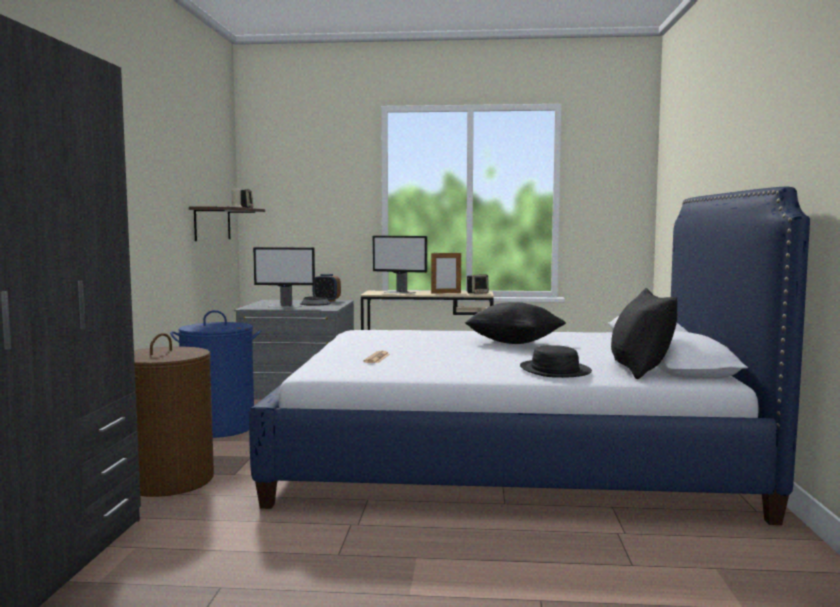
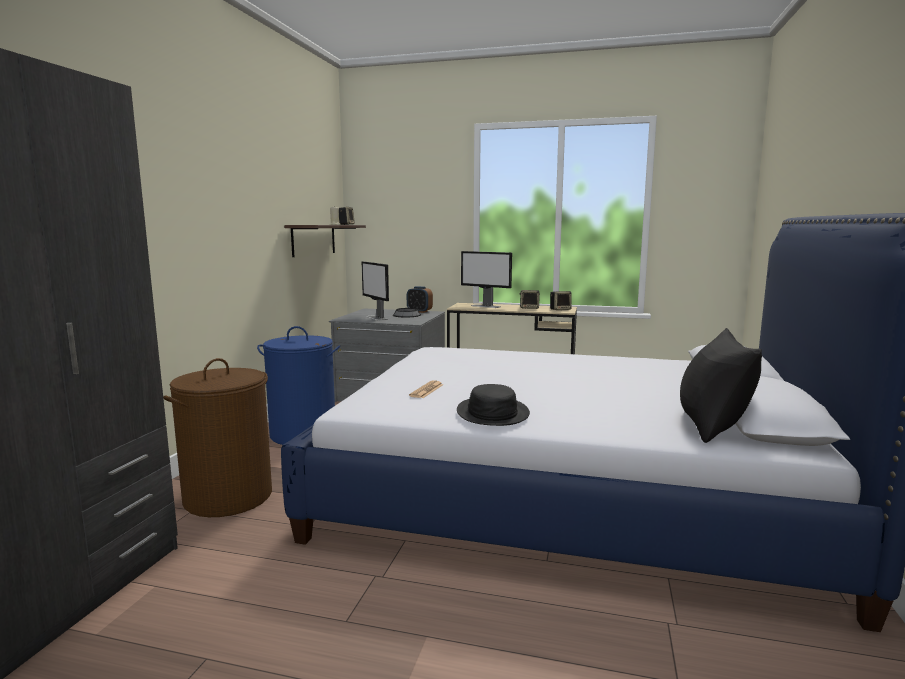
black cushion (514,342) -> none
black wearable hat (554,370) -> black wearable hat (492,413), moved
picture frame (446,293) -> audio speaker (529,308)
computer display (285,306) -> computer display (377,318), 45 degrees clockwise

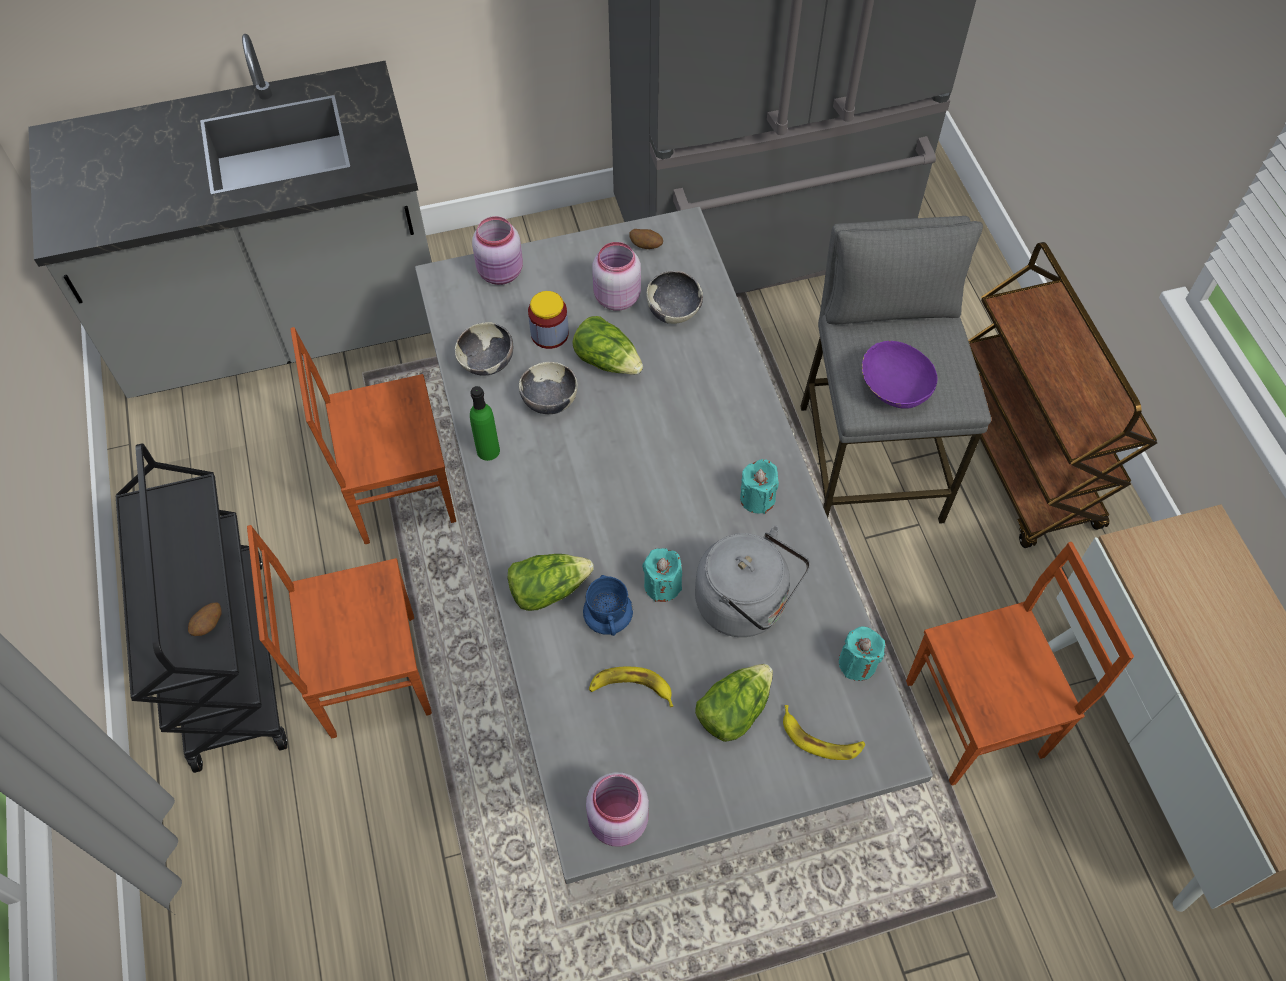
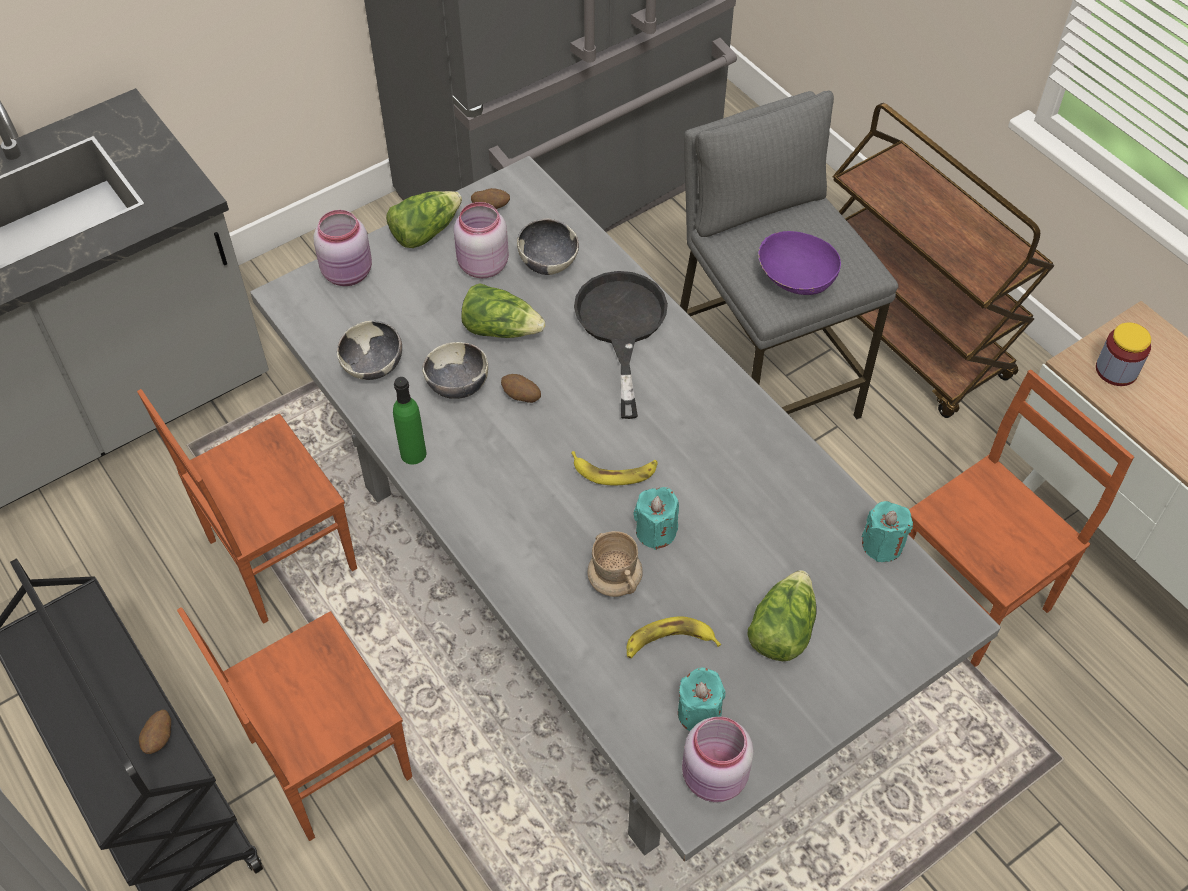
gray tea kettle (746,604) -> none
none -> whole potato (521,397)
none -> black pan (621,327)
head of lettuce (548,589) -> head of lettuce (425,231), moved
jar (549,334) -> jar (1116,370), moved
turquoise-coloured wax candle (757,498) -> turquoise-coloured wax candle (699,713), moved
whole banana (821,738) -> whole banana (614,471), moved
blue-coloured tea mug (608,618) -> sand-coloured tea mug (615,581)

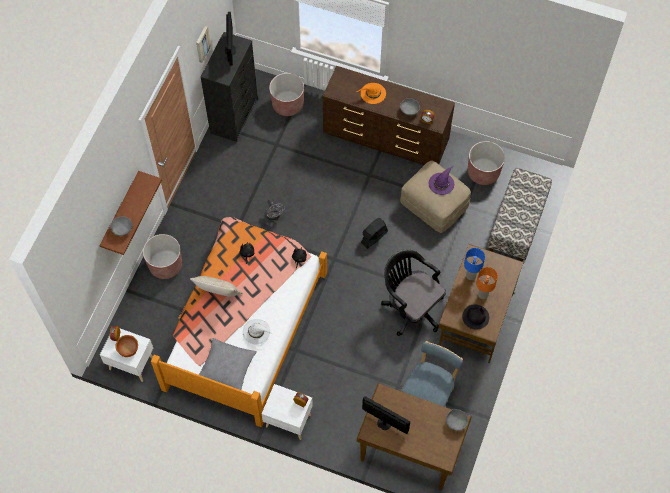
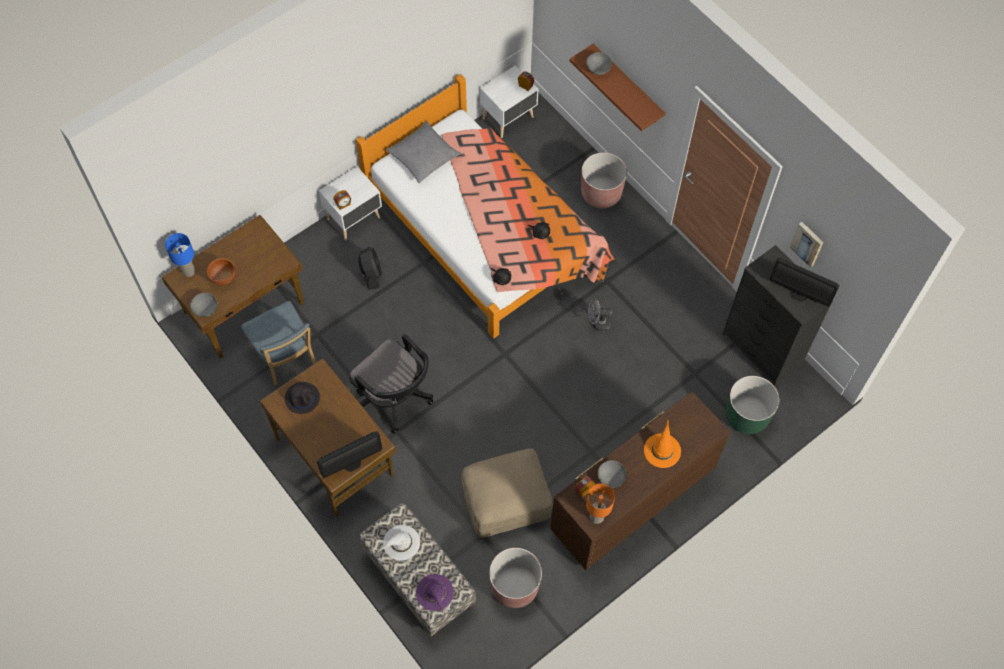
sand-coloured cushion (218,295) -> none
brownish deep dish (128,350) -> brownish deep dish (223,278), moved
white-coloured wearable hat (256,331) -> white-coloured wearable hat (401,543), moved
black fan (374,237) -> black fan (371,273), moved
computer display (384,423) -> computer display (351,463), moved
purple-coloured wearable hat (441,183) -> purple-coloured wearable hat (435,593), moved
blue-coloured tabletop lamp (471,275) -> blue-coloured tabletop lamp (188,271), moved
orange-coloured tabletop lamp (483,294) -> orange-coloured tabletop lamp (597,517), moved
brownish flower pot (287,104) -> green-coloured flower pot (747,415)
black office chair (410,307) -> black office chair (395,398), 60 degrees clockwise

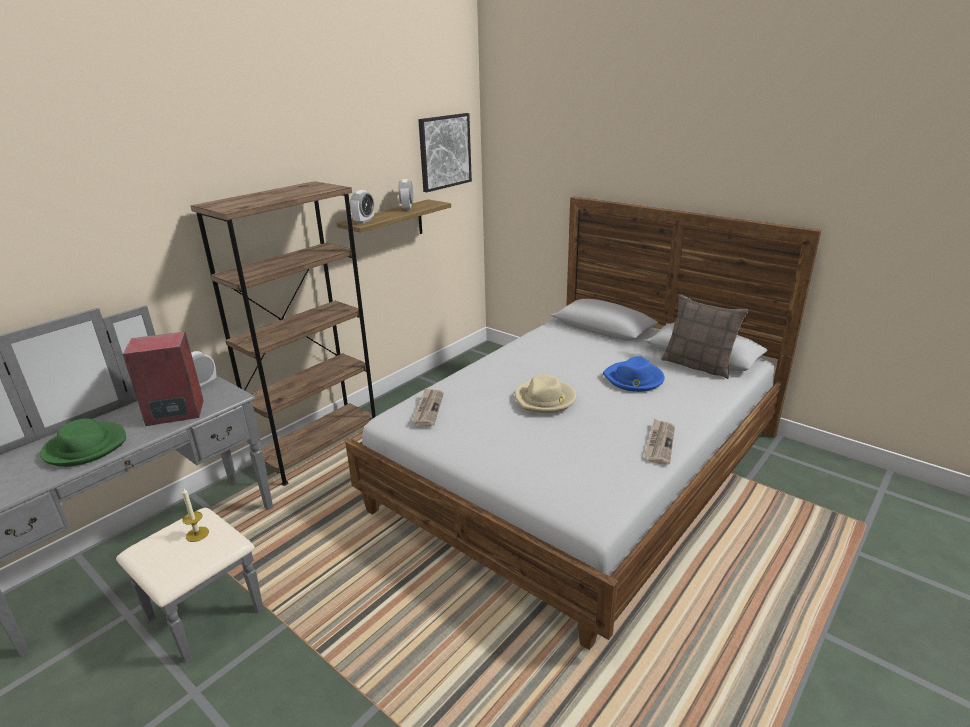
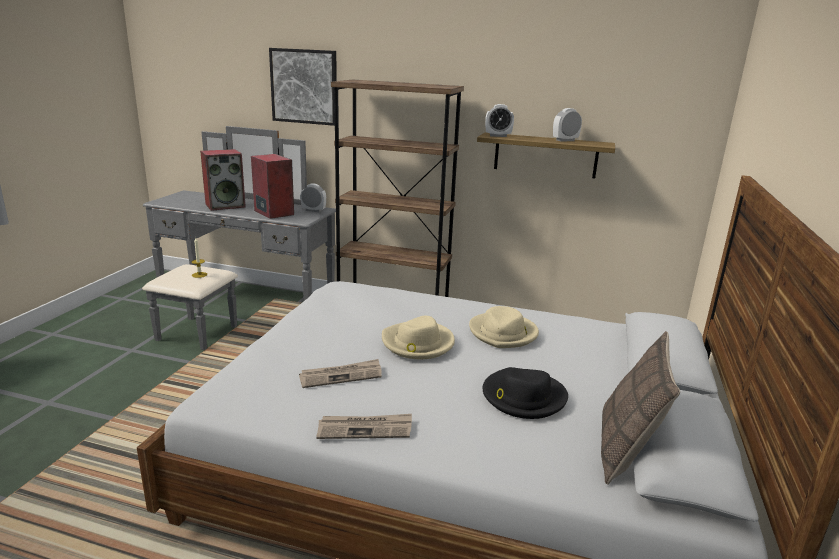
none -> sand-coloured wearable hat (503,333)
daily paper (428,408) -> daily paper (341,376), moved
wall picture (444,152) -> wall picture (304,86), moved
green-coloured wearable hat (86,447) -> audio speaker (225,205)
blue-coloured wearable hat (634,379) -> black wearable hat (523,397)

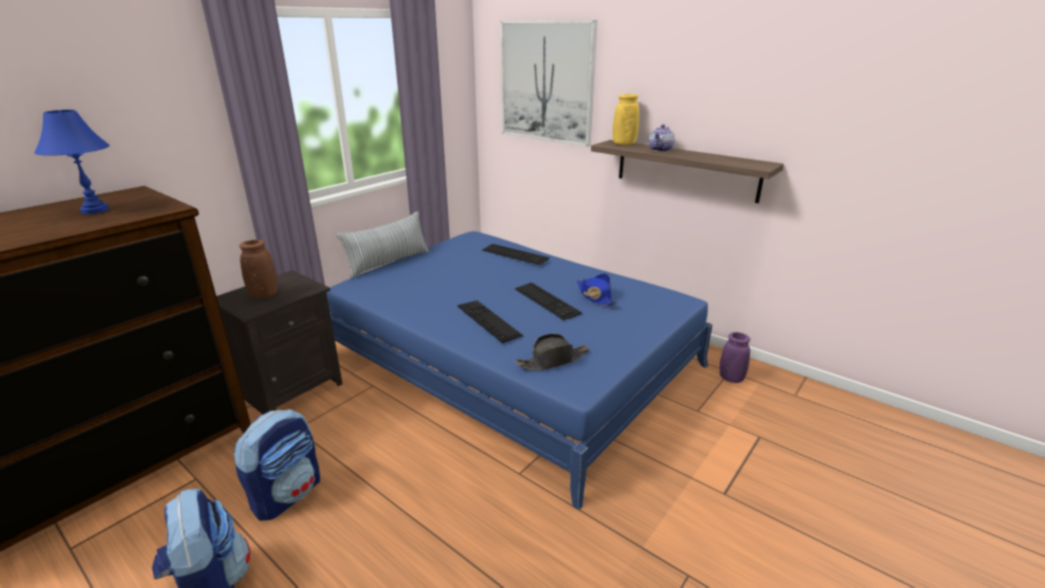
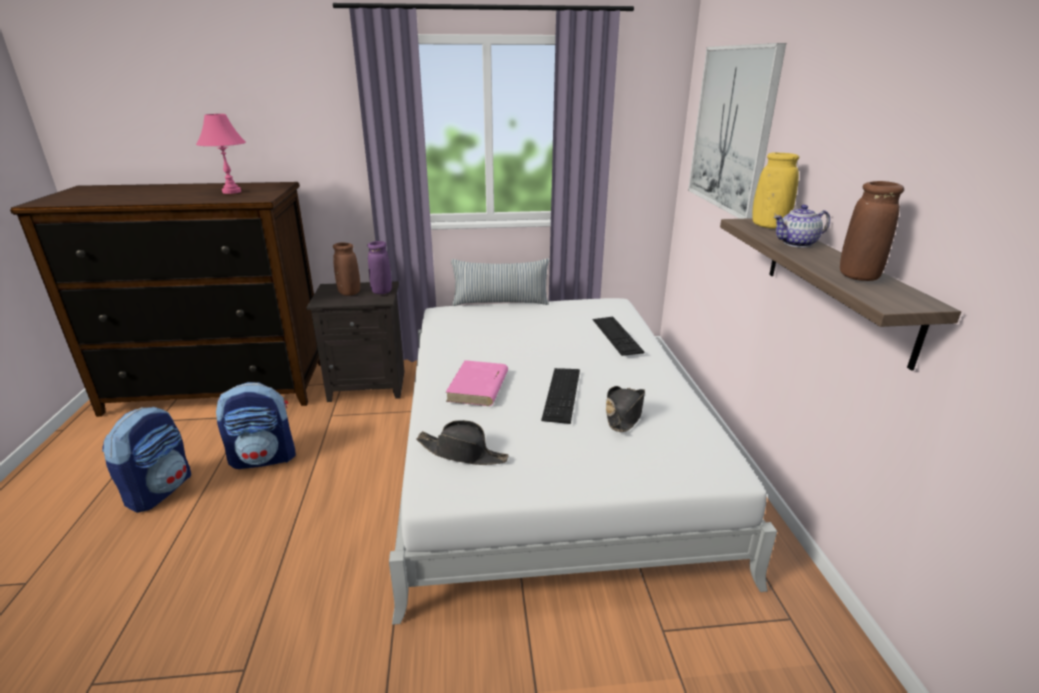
none -> brownish vase (858,277)
purple-coloured vase (731,378) -> purple-coloured vase (382,291), moved
keyboard (488,320) -> pink volume (478,387)
blue-coloured tabletop lamp (95,210) -> pink tabletop lamp (232,192)
blue-coloured bed (512,361) -> white-coloured bed (547,451)
blue-coloured wearable hat (595,296) -> black wearable hat (624,414)

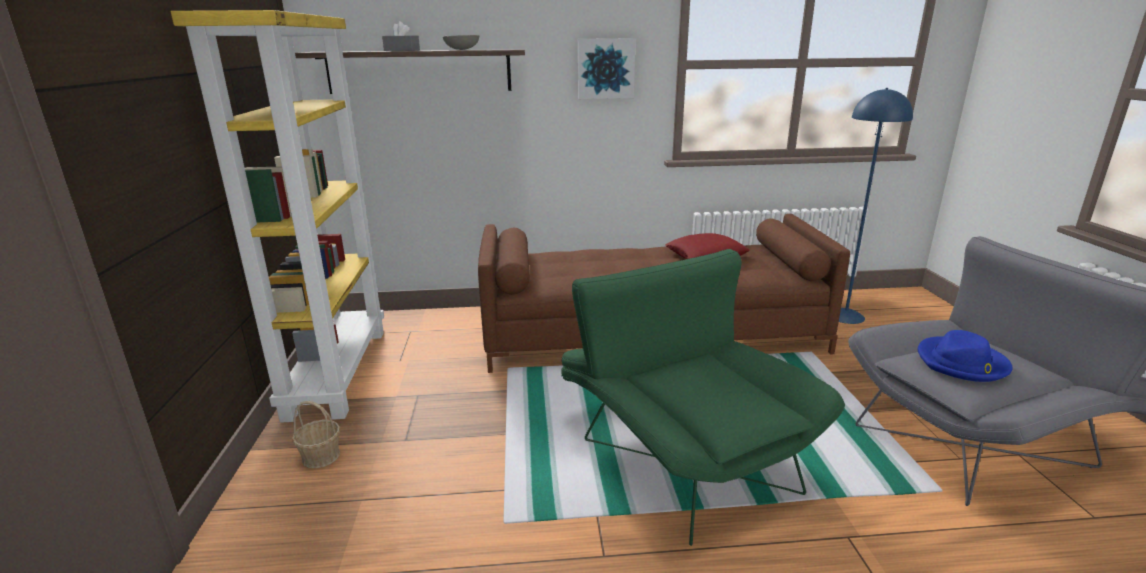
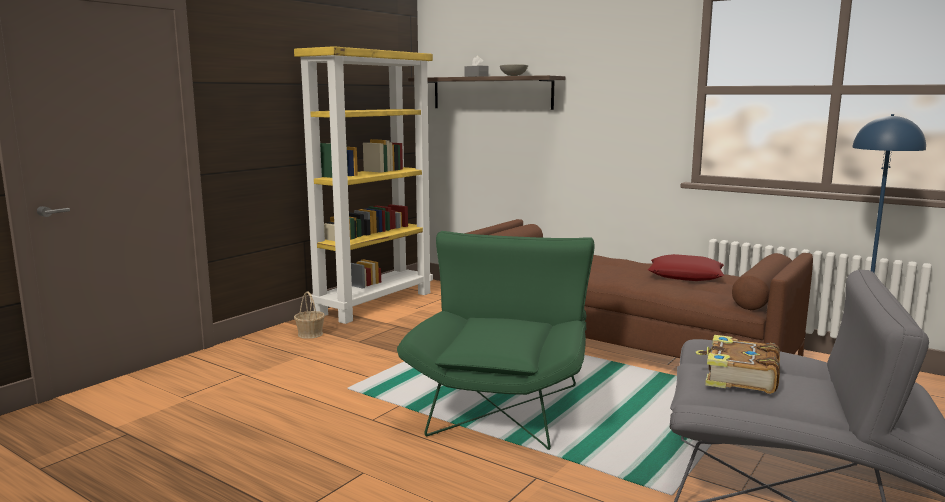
wall picture (605,68) -> none
blue-coloured wearable hat (961,363) -> volume (739,377)

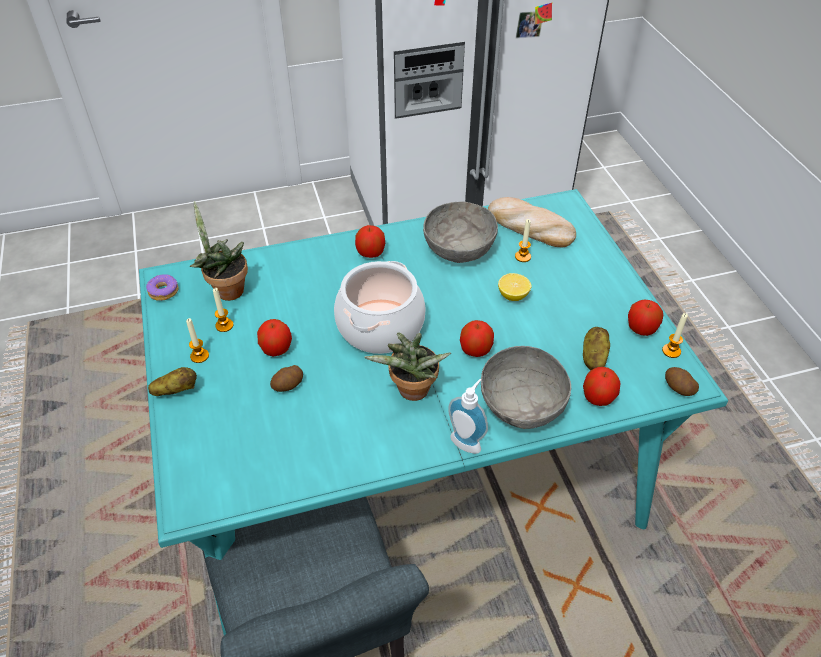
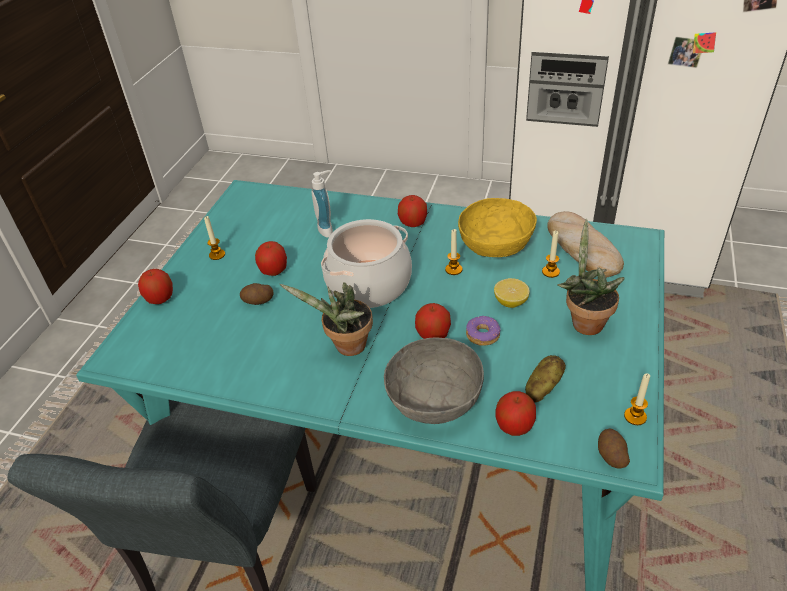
whole potato (176,390) -> none
donut (163,291) -> donut (483,335), moved
plant in a pot (226,290) -> plant in a pot (584,321), moved
wax candle (224,325) -> wax candle (453,269), moved
liquid soap bottle (467,440) -> liquid soap bottle (328,229), moved
whole apple (641,329) -> whole apple (160,299), moved
gray deep dish (459,247) -> yellow-coloured deep dish (495,244)

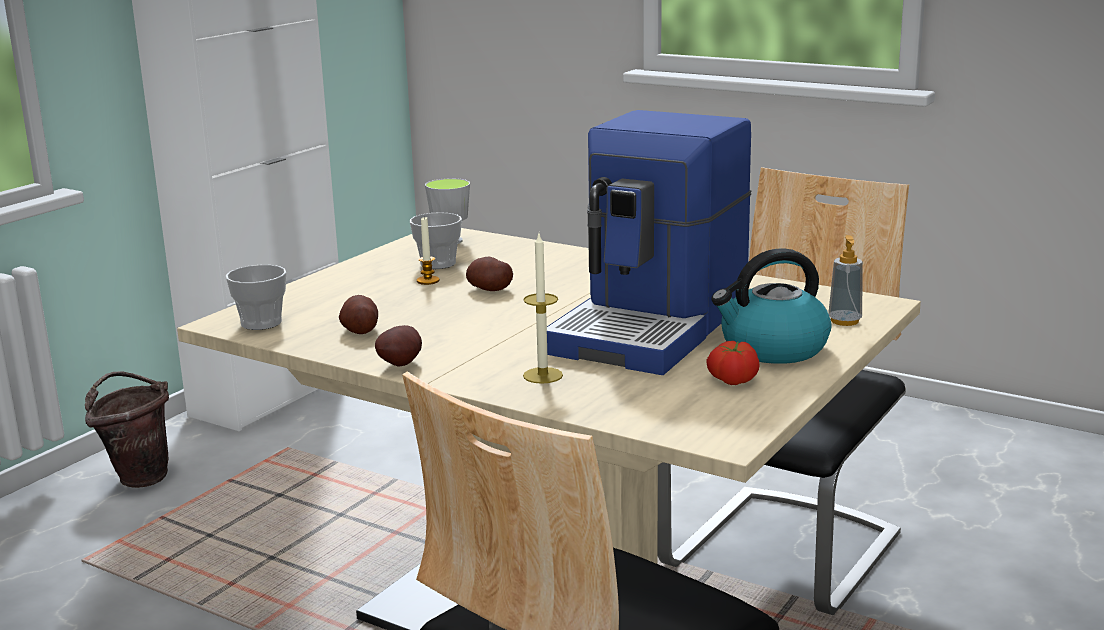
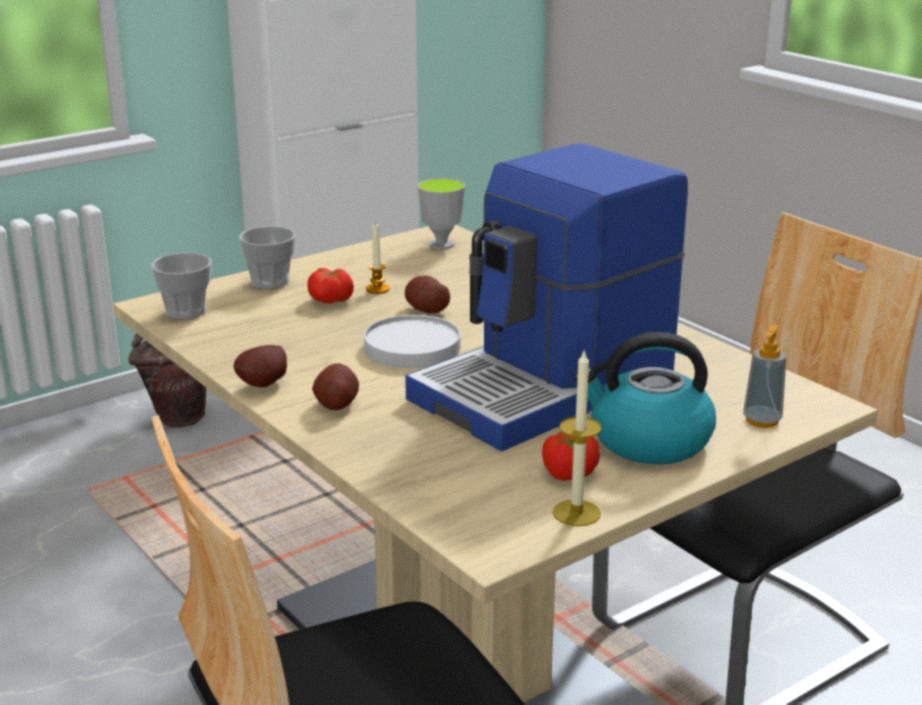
none -> tomato (330,300)
none -> white-coloured dinner plate (413,347)
whole potato (360,330) -> whole potato (336,404), moved
drinking cup (438,263) -> drinking cup (270,282), moved
wax candle (543,375) -> wax candle (576,513), moved

